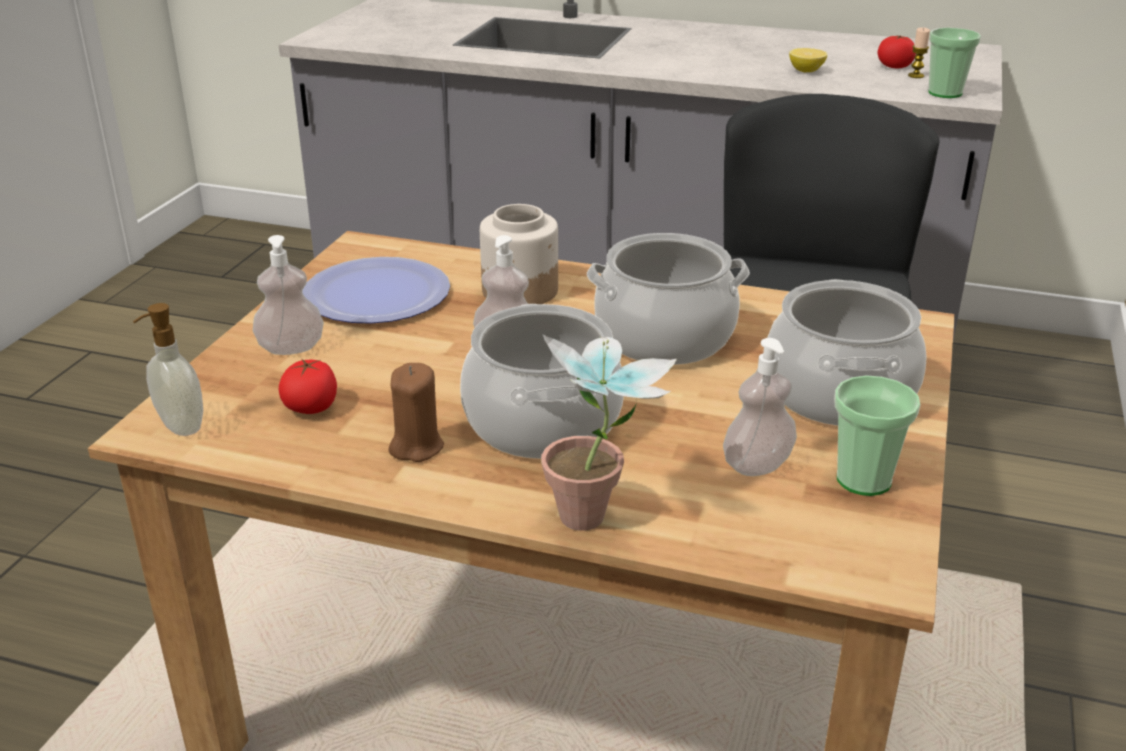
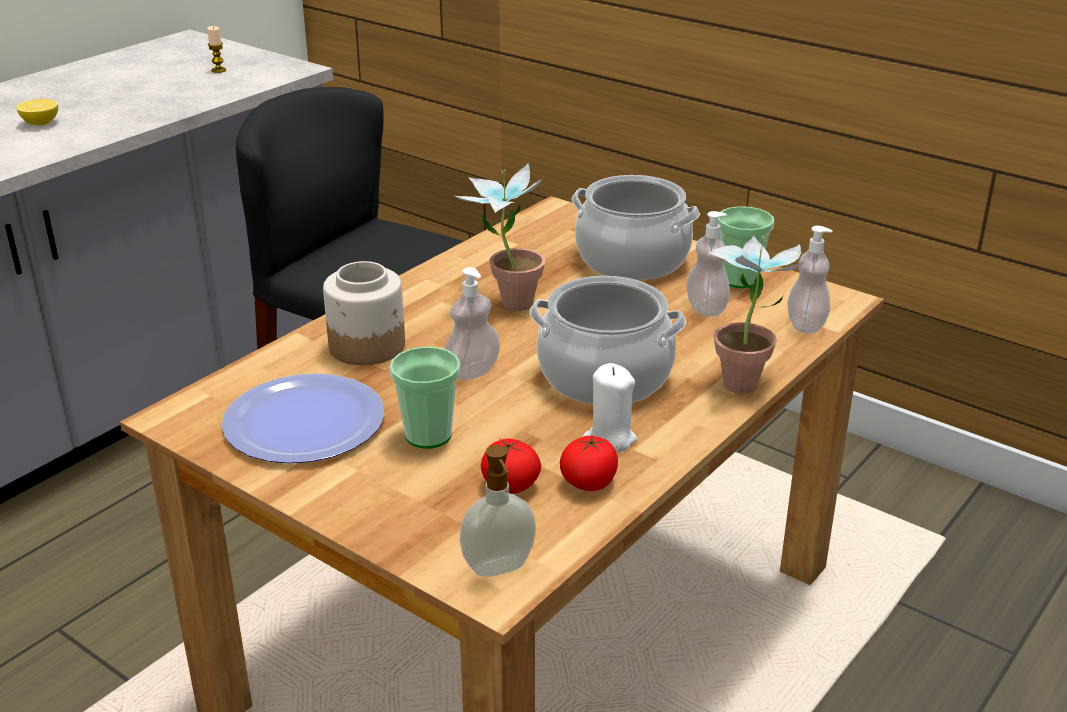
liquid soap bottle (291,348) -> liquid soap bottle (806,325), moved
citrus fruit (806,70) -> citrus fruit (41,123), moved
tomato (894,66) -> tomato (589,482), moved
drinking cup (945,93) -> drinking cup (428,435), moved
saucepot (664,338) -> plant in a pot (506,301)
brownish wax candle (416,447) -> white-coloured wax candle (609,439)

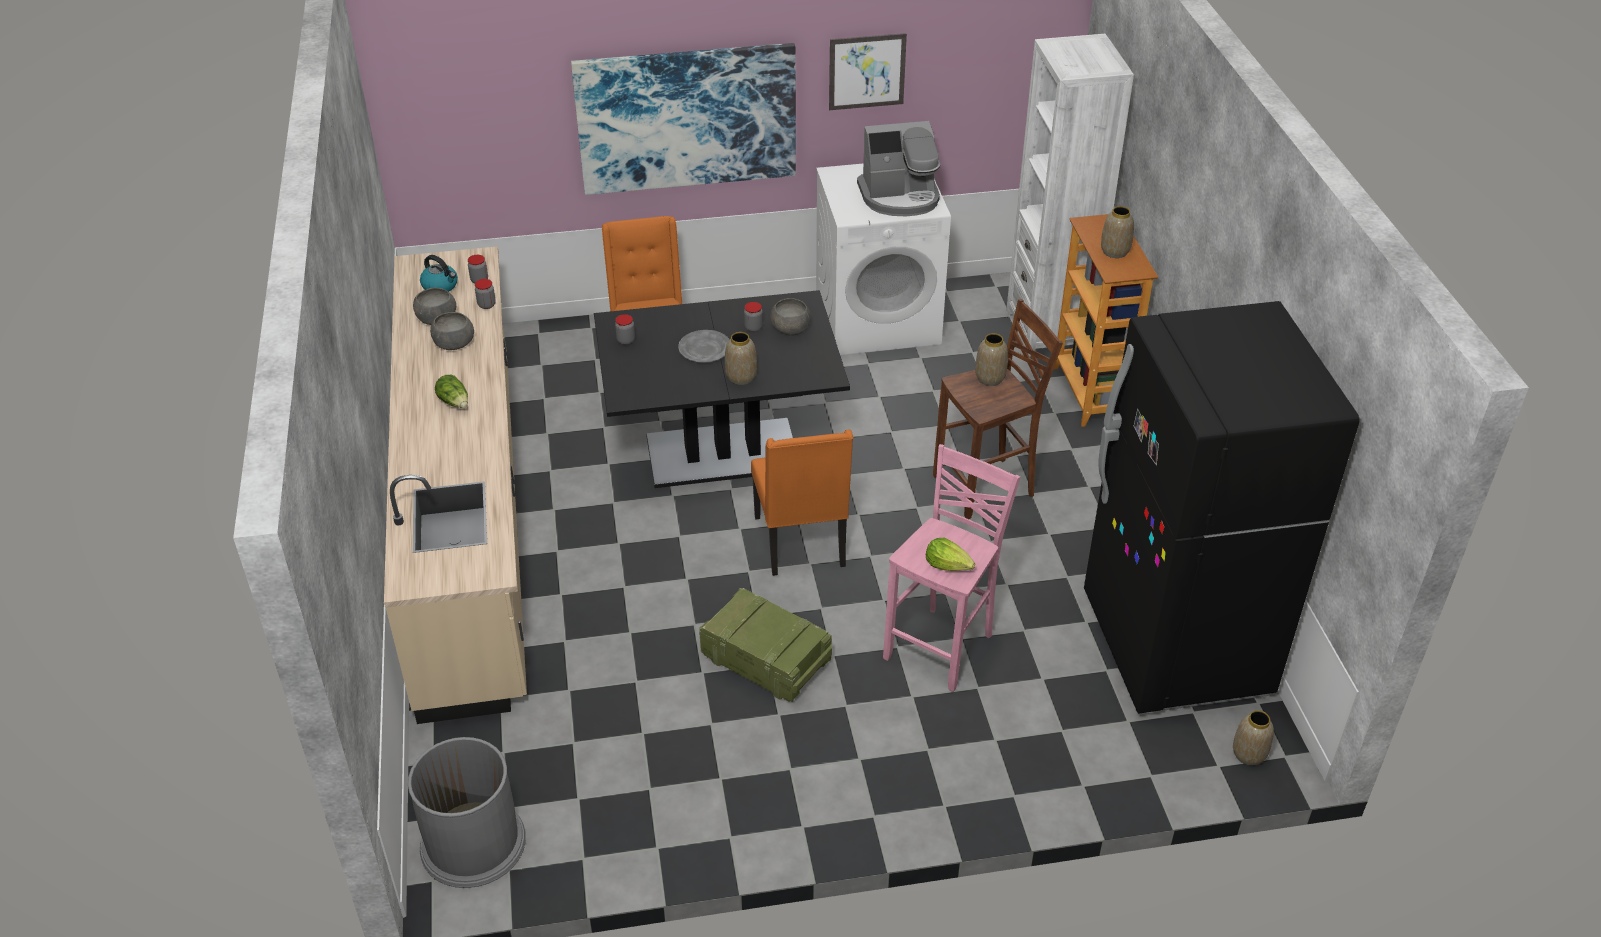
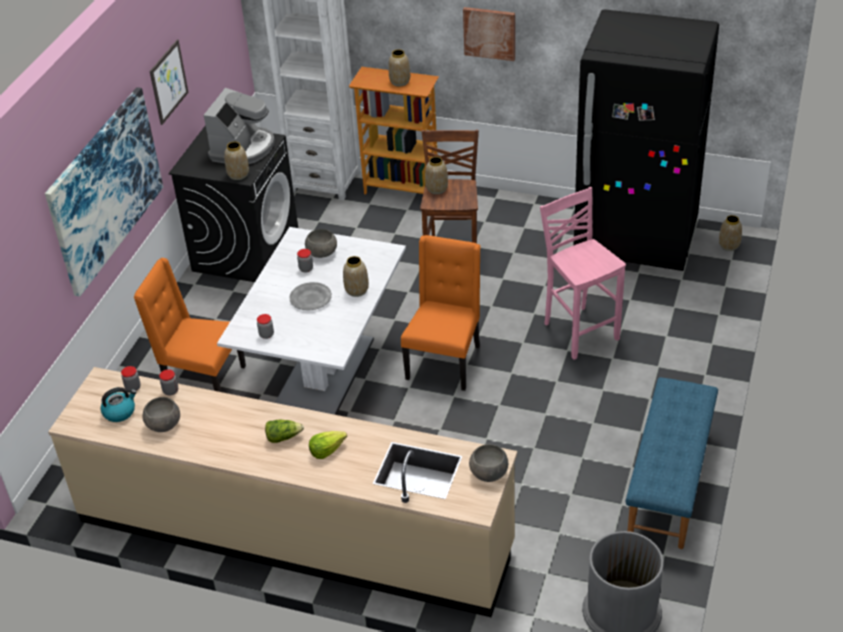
crate (764,659) -> none
none -> vase (238,175)
none -> wall picture (489,33)
none -> blue-coloured indoor bench (670,482)
gray deep dish (453,343) -> gray deep dish (489,473), moved
head of lettuce (948,565) -> head of lettuce (327,450), moved
black dinner table (722,454) -> white-coloured dinner table (325,372)
white-coloured laundry machine (878,319) -> black laundry machine (245,250)
orange-coloured plain chair (802,543) -> orange-coloured plain chair (445,362), 90 degrees counterclockwise

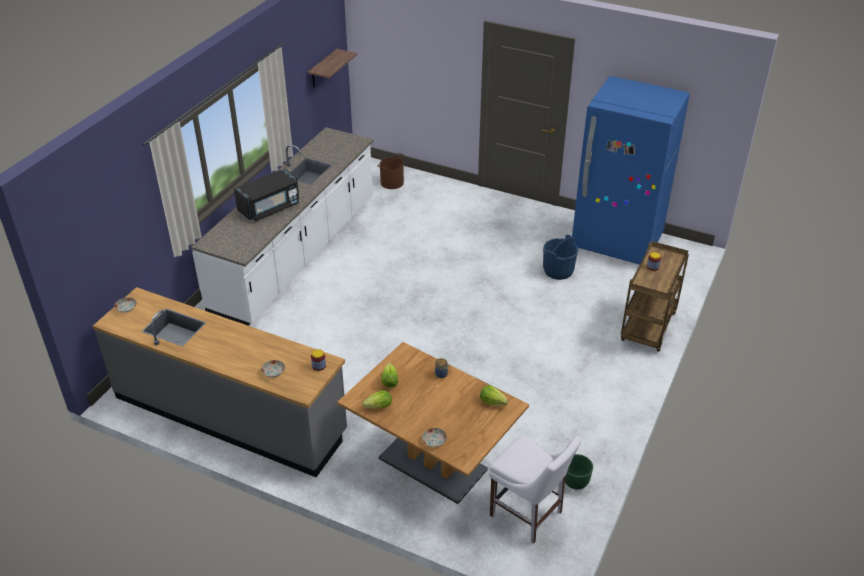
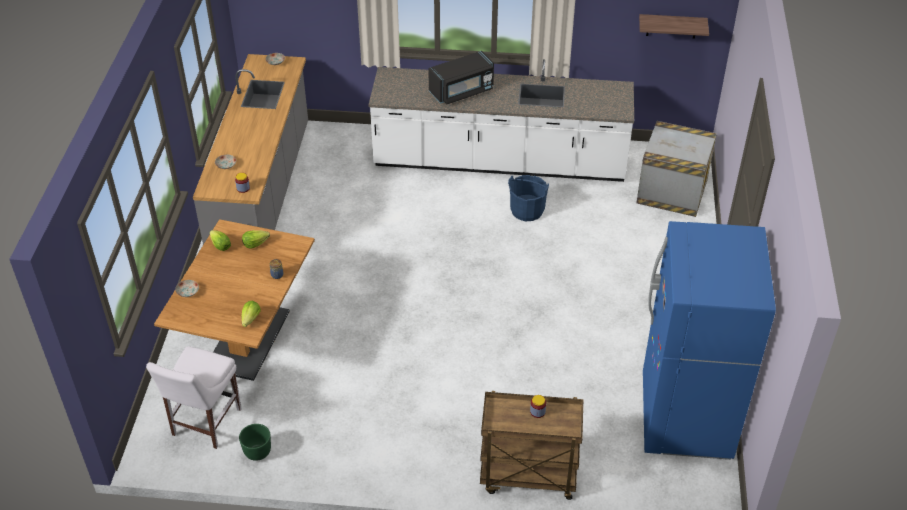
blue-coloured water bucket (558,270) -> blue-coloured water bucket (527,210), moved
brownish water bucket (391,182) -> crate (672,190)
black microwave (269,208) -> black microwave (462,91), 60 degrees counterclockwise

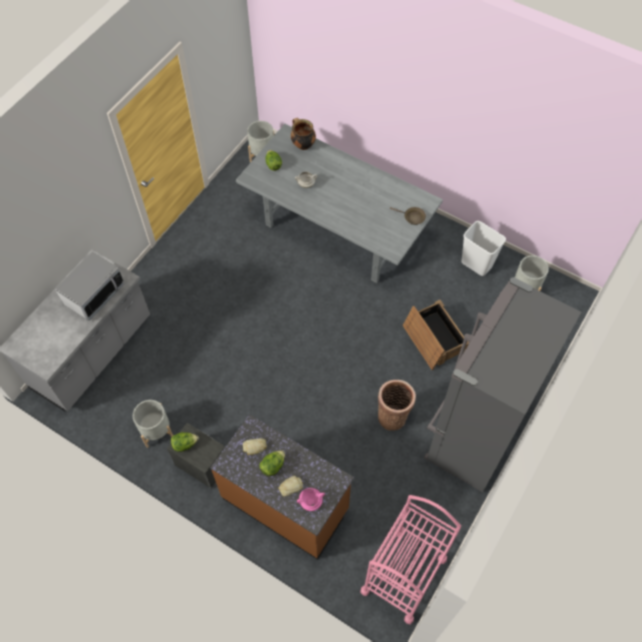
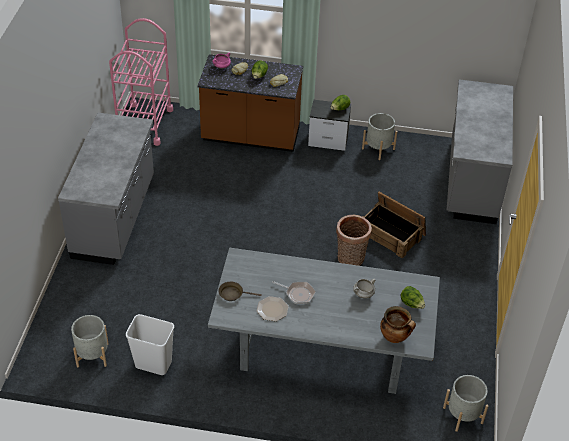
microwave (94,294) -> none
none -> dinner plate (272,309)
none -> pan (298,294)
storage basket (393,416) -> storage basket (350,259), moved
crate (433,338) -> crate (392,233), moved
gray fridge (474,432) -> gray kitchen base unit (115,218)

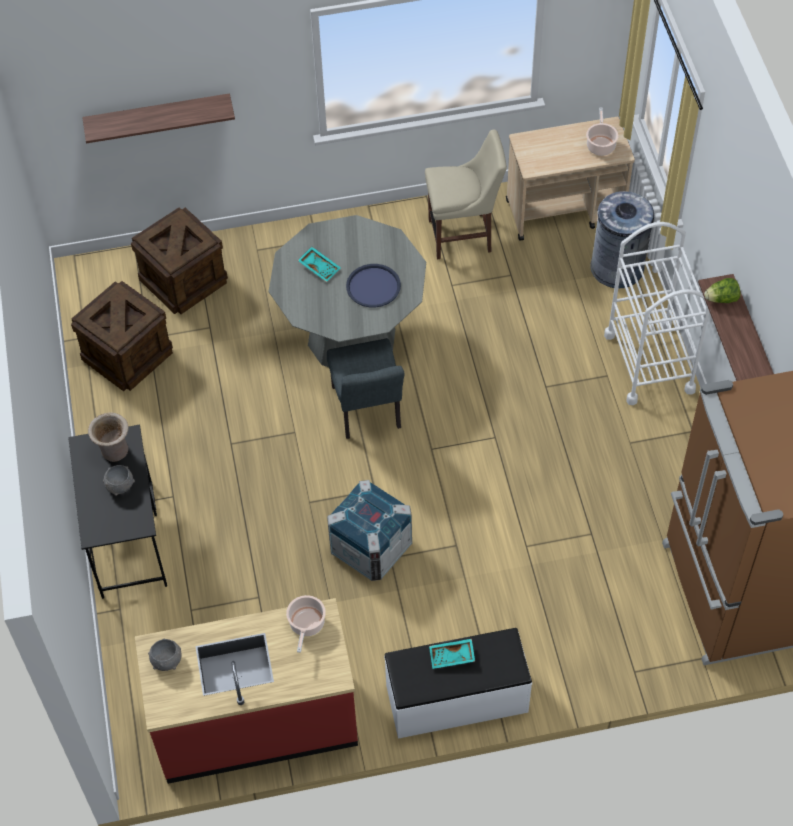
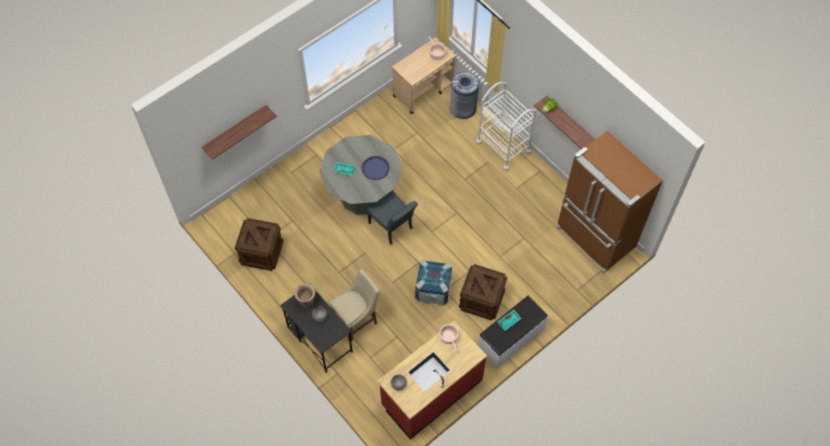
crate (183,279) -> crate (481,299), moved
sand-coloured plain chair (463,235) -> sand-coloured plain chair (357,320), moved

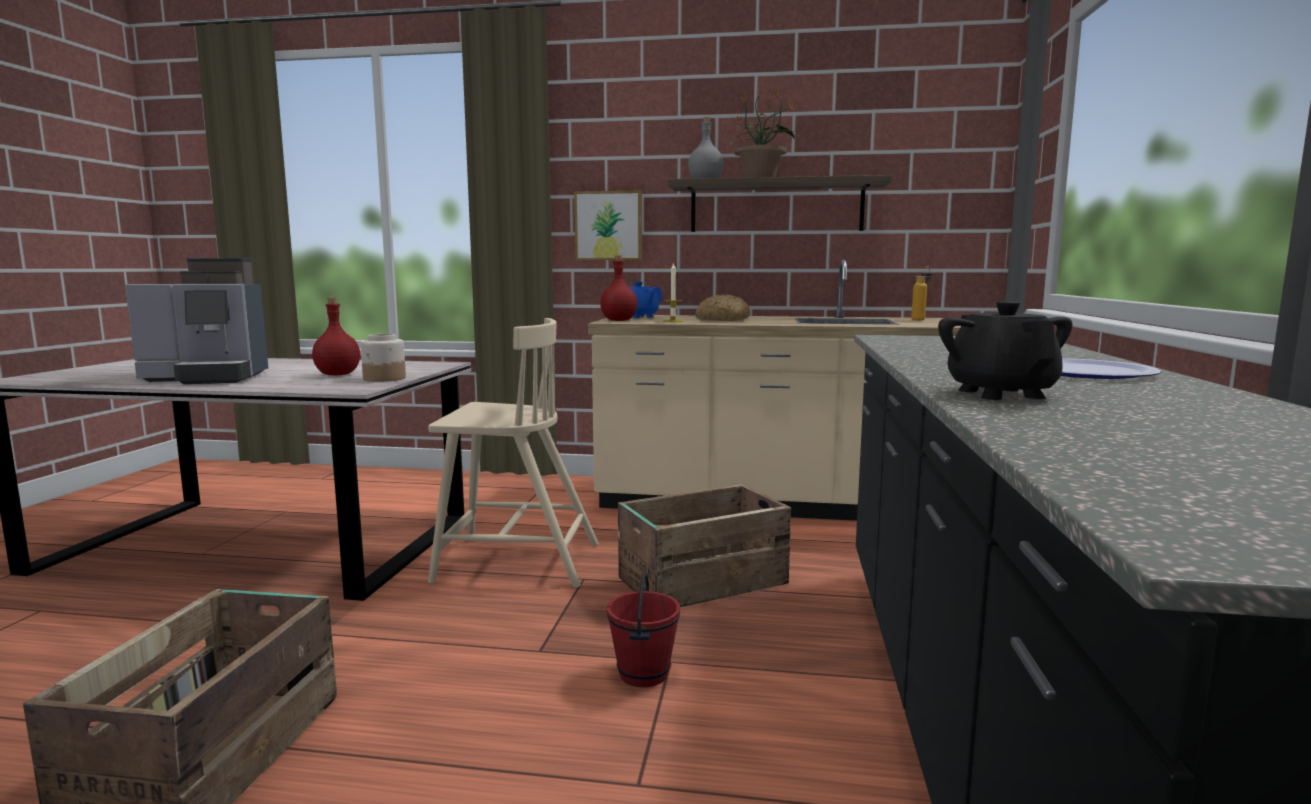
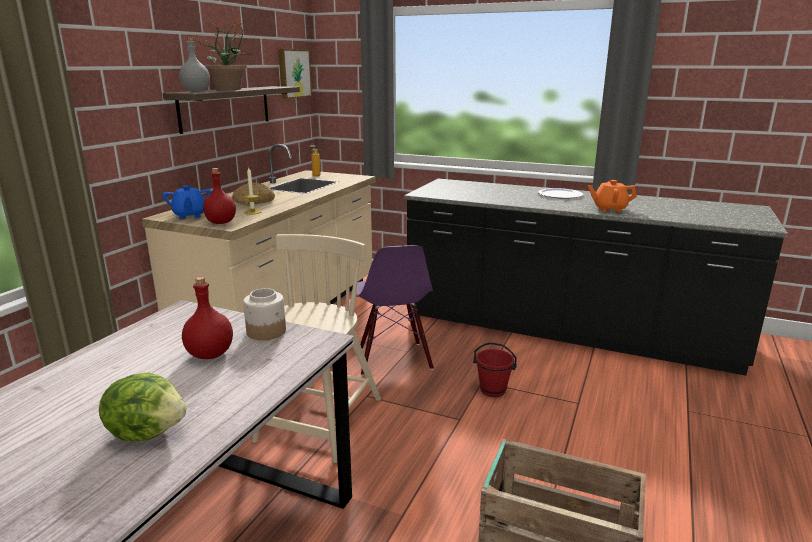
wall picture (609,226) -> wall picture (293,73), moved
coffee machine (209,378) -> head of lettuce (148,432)
crate (700,581) -> purple-coloured plain chair (393,359)
black teapot (1000,393) -> orange-coloured teapot (609,209)

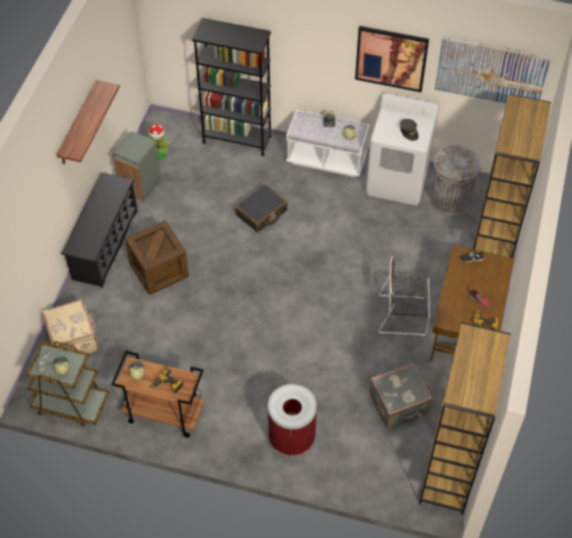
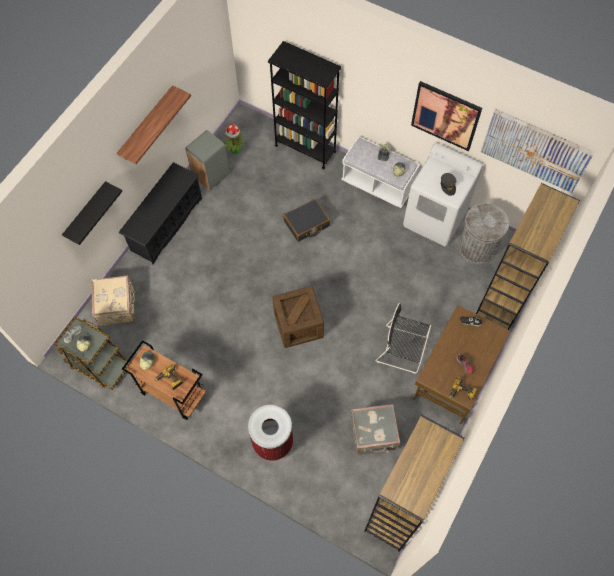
none -> black shelf (86,212)
crate (159,270) -> crate (298,325), moved

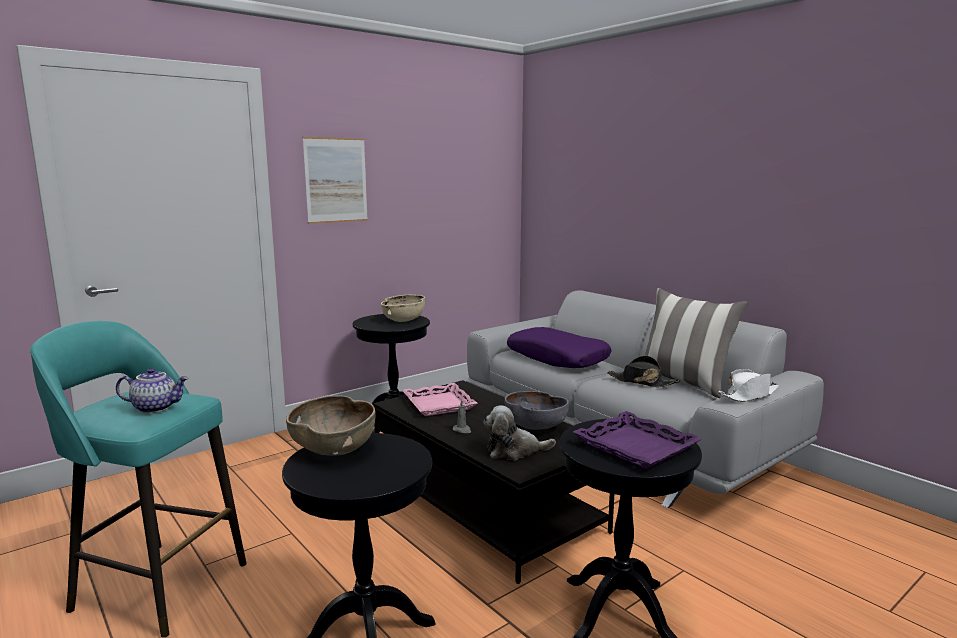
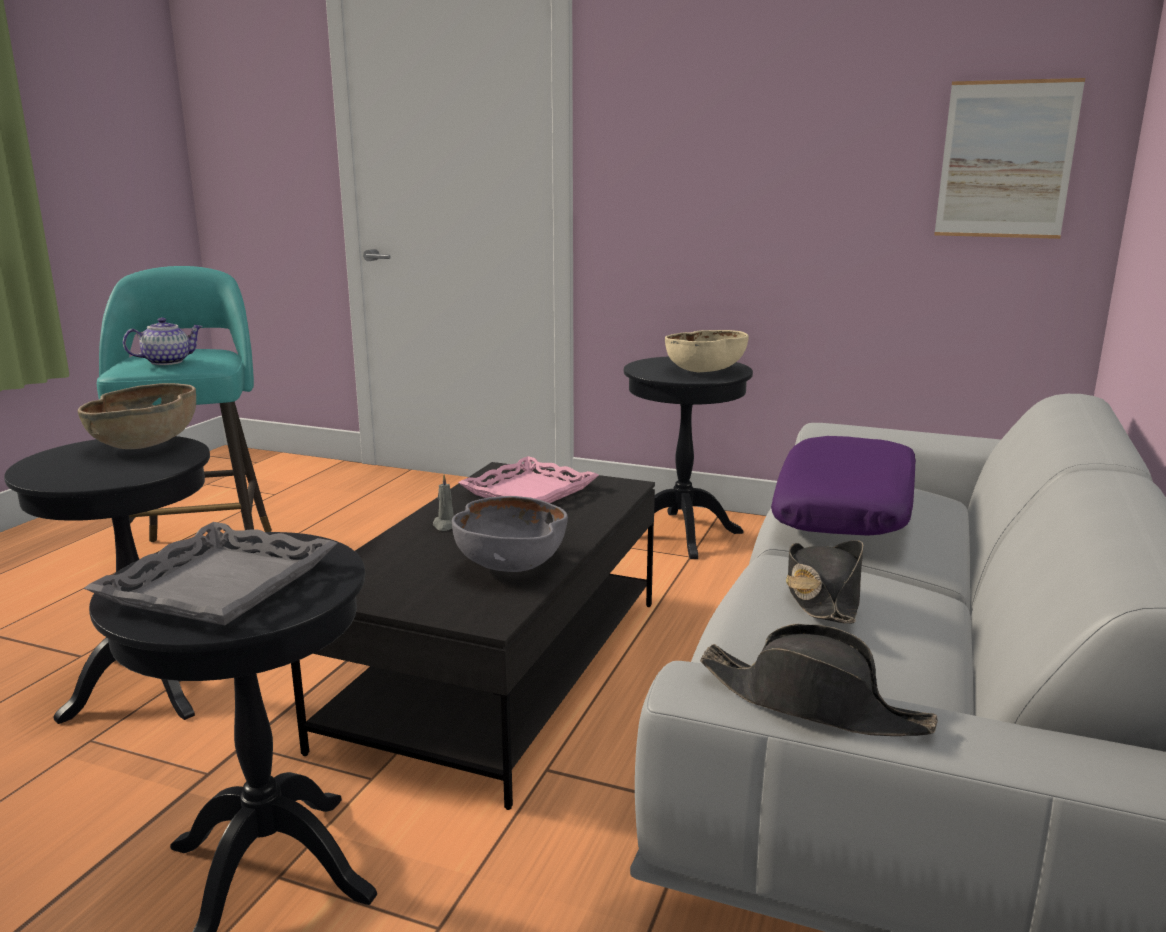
plush toy (514,451) -> none
cushion (684,383) -> none
wall picture (336,180) -> wall picture (1006,160), moved
purple-coloured tray (635,447) -> gray tray (219,585)
white-coloured wearable hat (748,395) -> black wearable hat (813,704)
teapot (156,407) -> teapot (167,362), 90 degrees counterclockwise

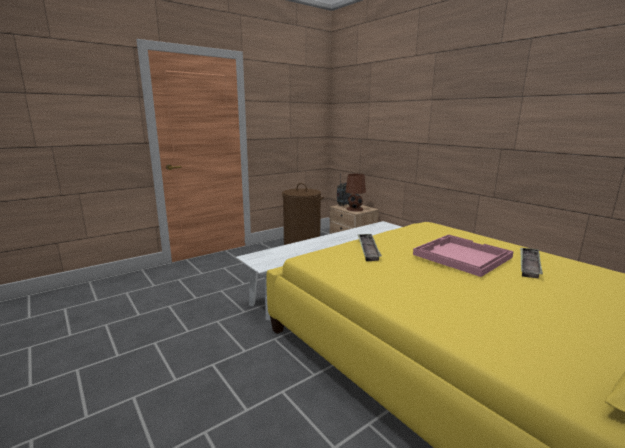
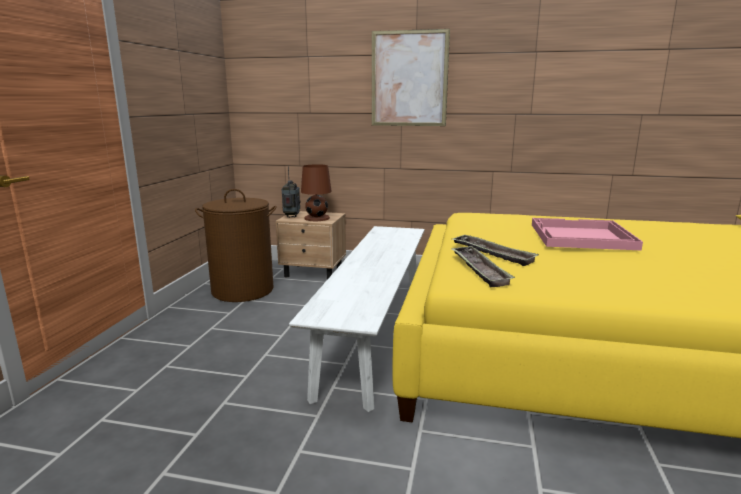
none -> wall picture (409,79)
tray (529,265) -> tray (479,270), moved

